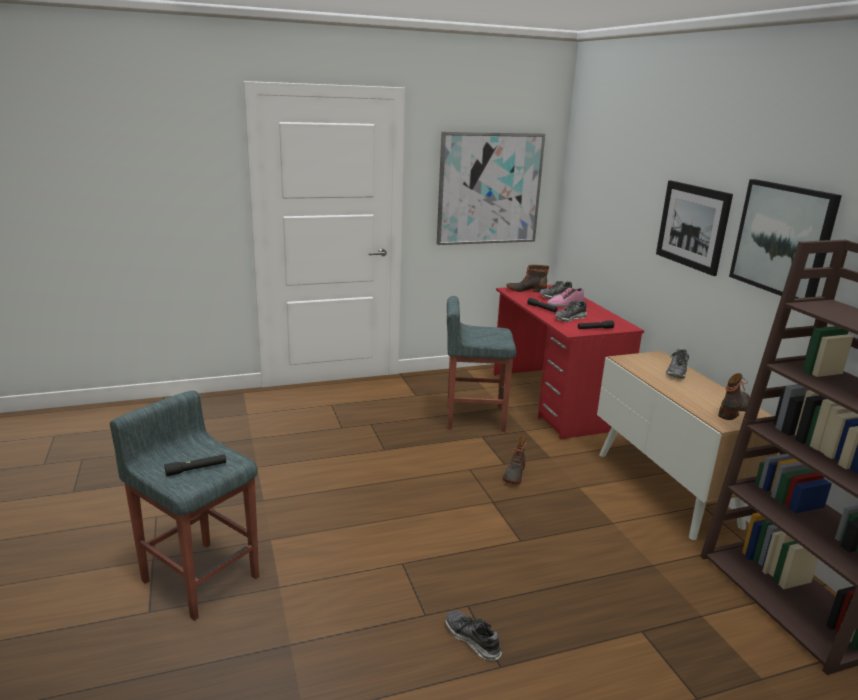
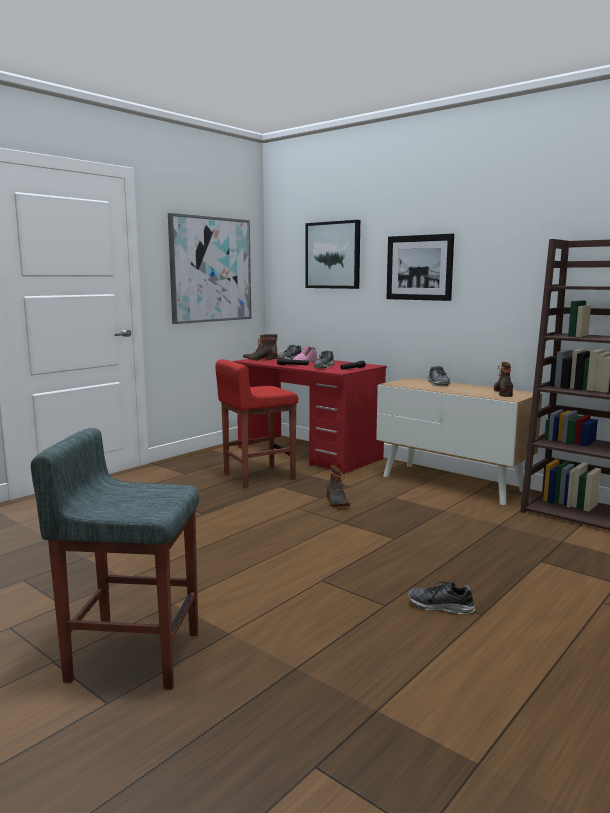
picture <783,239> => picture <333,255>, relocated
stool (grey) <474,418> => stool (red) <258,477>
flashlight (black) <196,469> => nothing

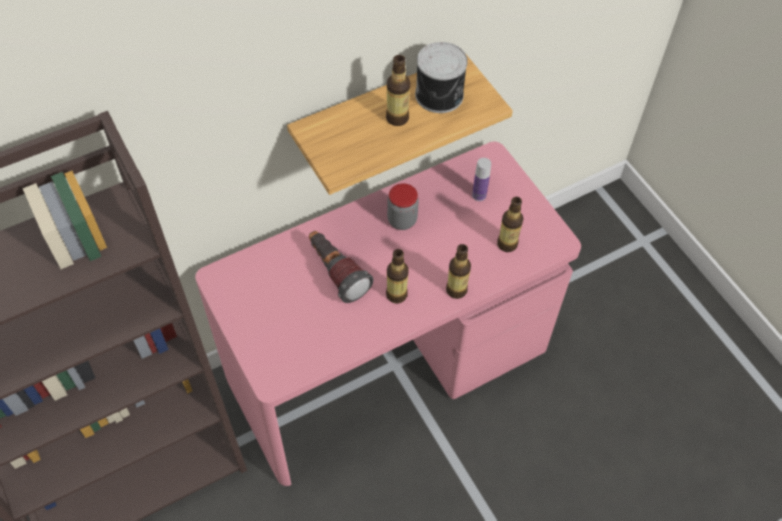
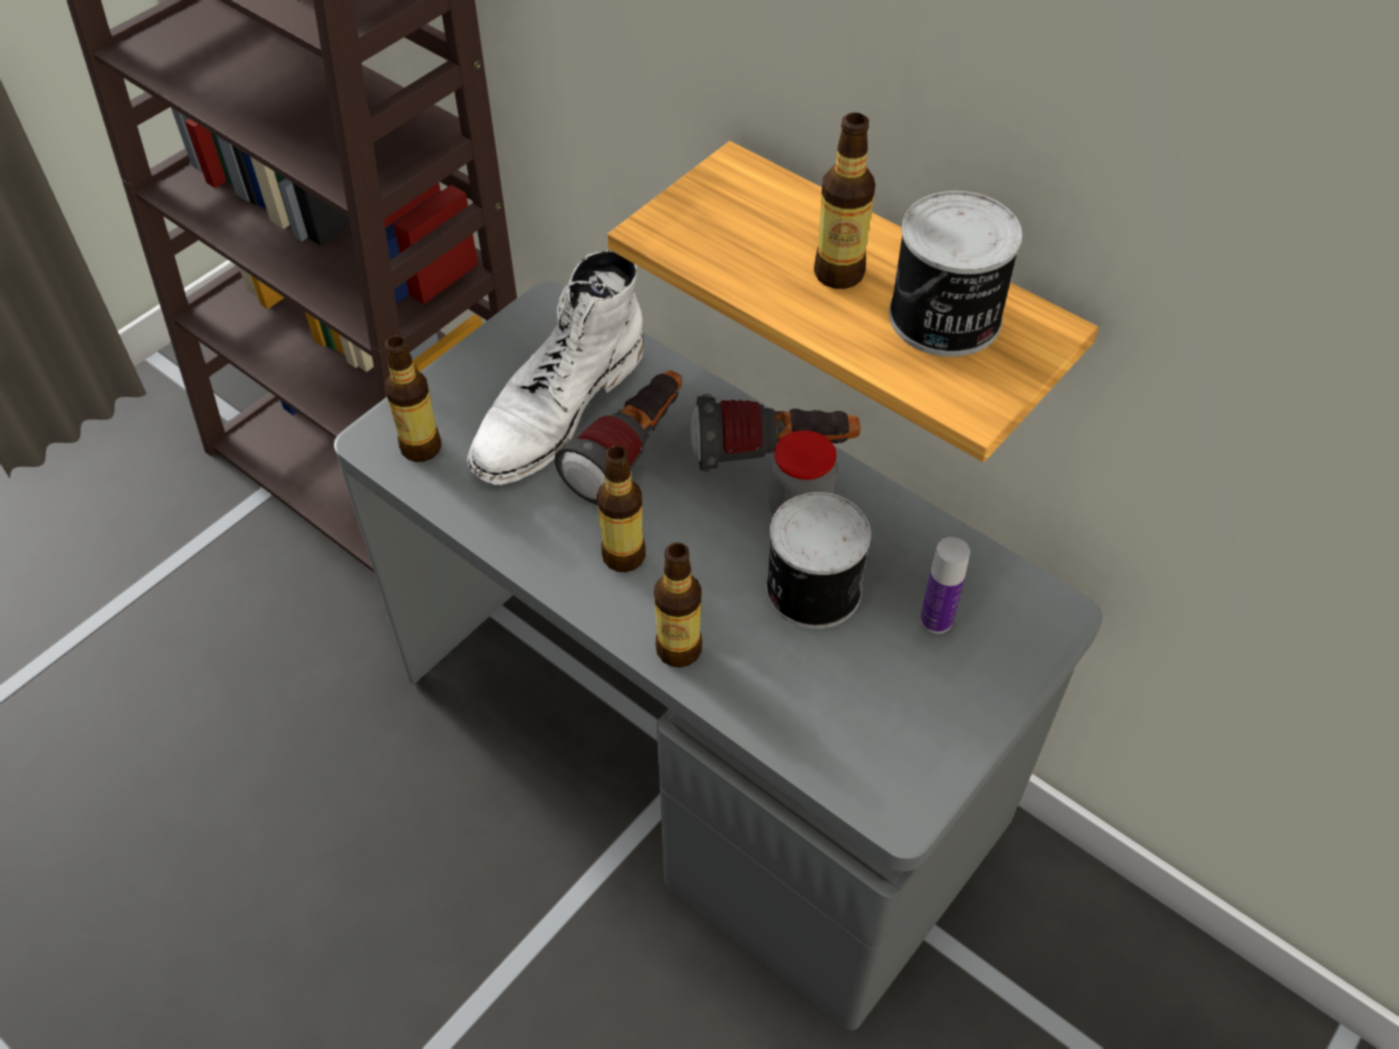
desk (pink) <388,361> => desk (grey) <701,749>
bottle <507,244> => bottle <421,448>, relocated
nothing => boot (white) <557,410>
nothing => flashlight <773,455>
nothing => can <810,588>

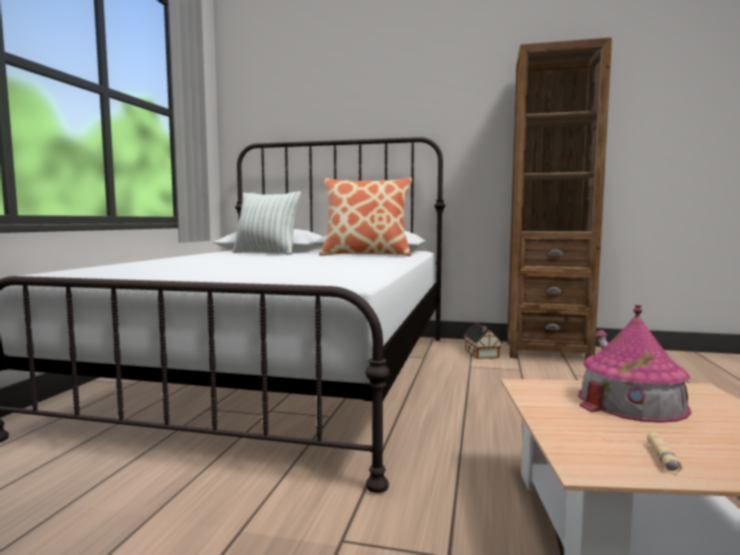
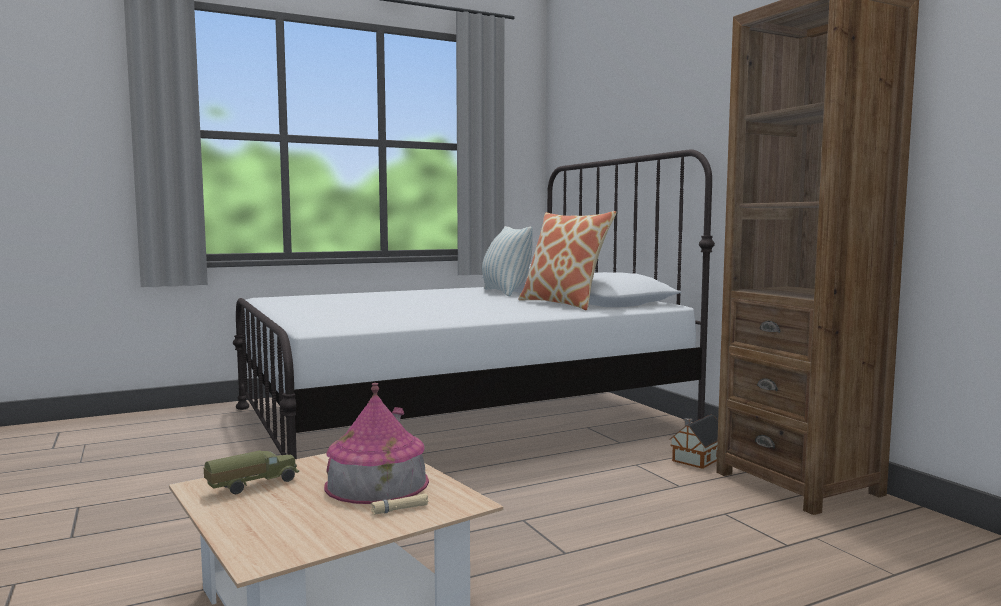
flashlight (beige) <662,458> => flashlight (beige) <399,509>, relocated
nothing => toy truck <252,485>

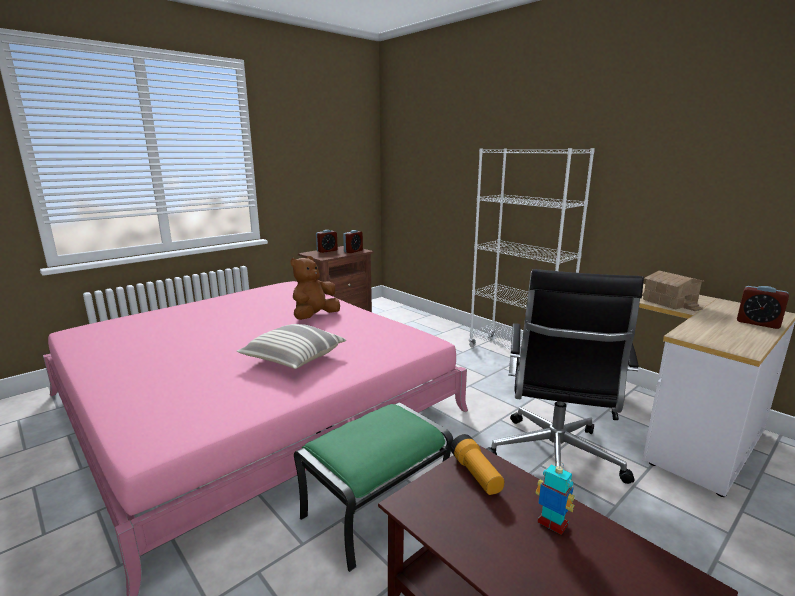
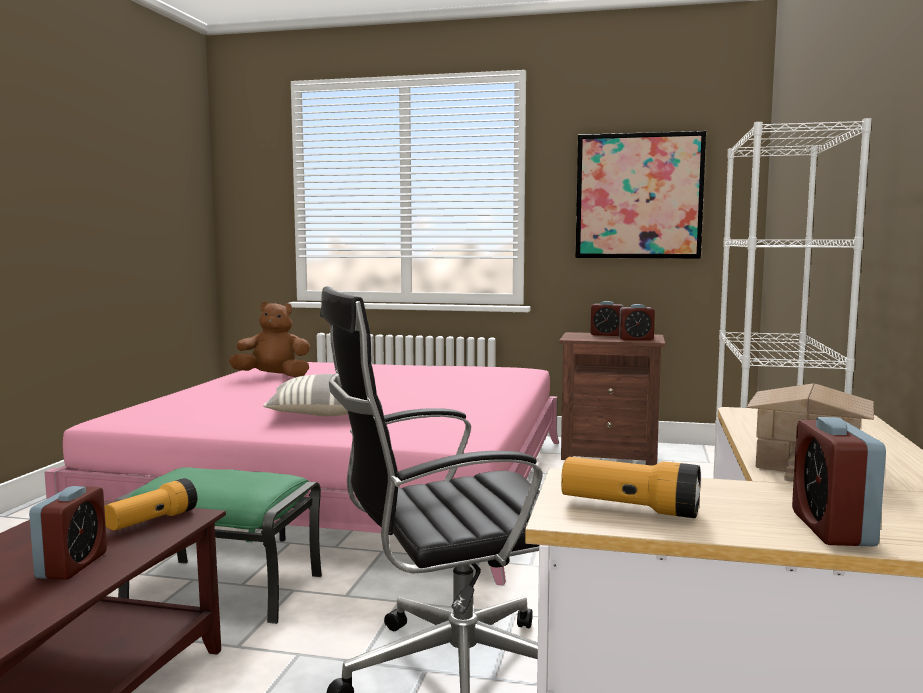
plush toy (brown) <314,317> => plush toy (brown) <273,377>, relocated
toy robot <552,524> => alarm clock <72,565>
nothing => picture <639,196>
nothing => flashlight <629,508>

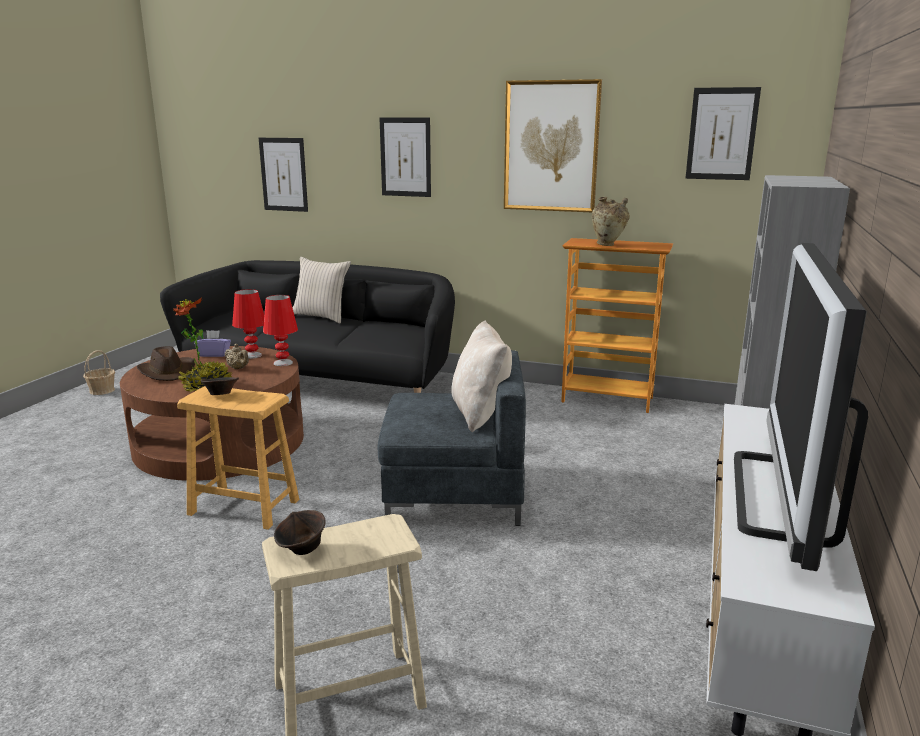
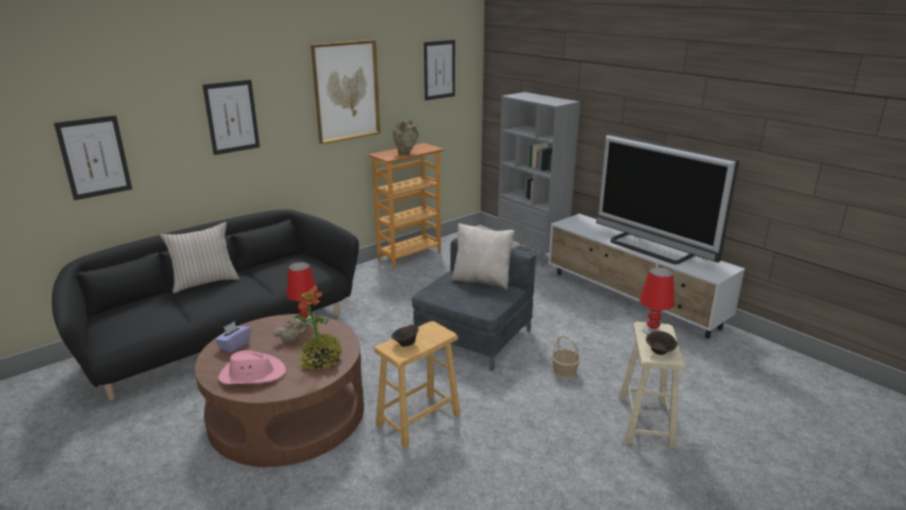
table lamp (red) <252,355> => table lamp (red) <652,331>, relocated
hat (brown) <167,372> => hat (pink) <252,374>
basket <102,390> => basket <564,372>, relocated

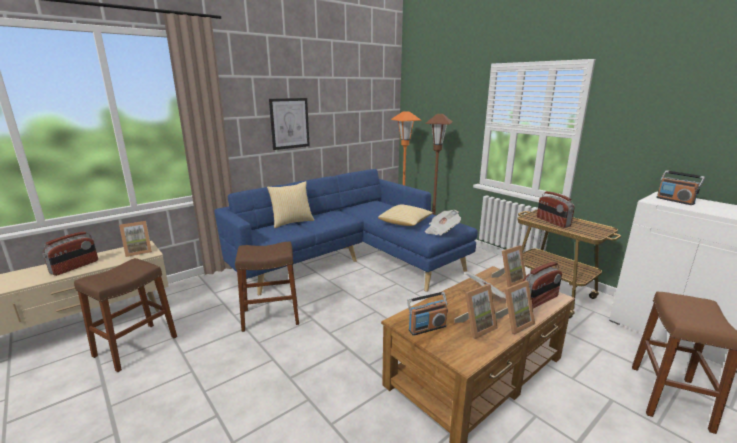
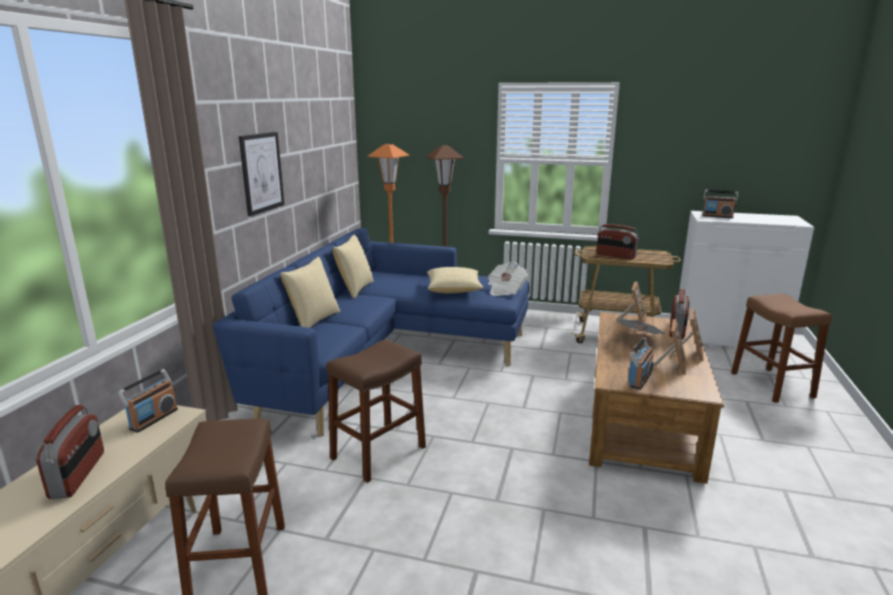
picture frame <138,252> => radio <153,419>
nothing => pillow <354,289>

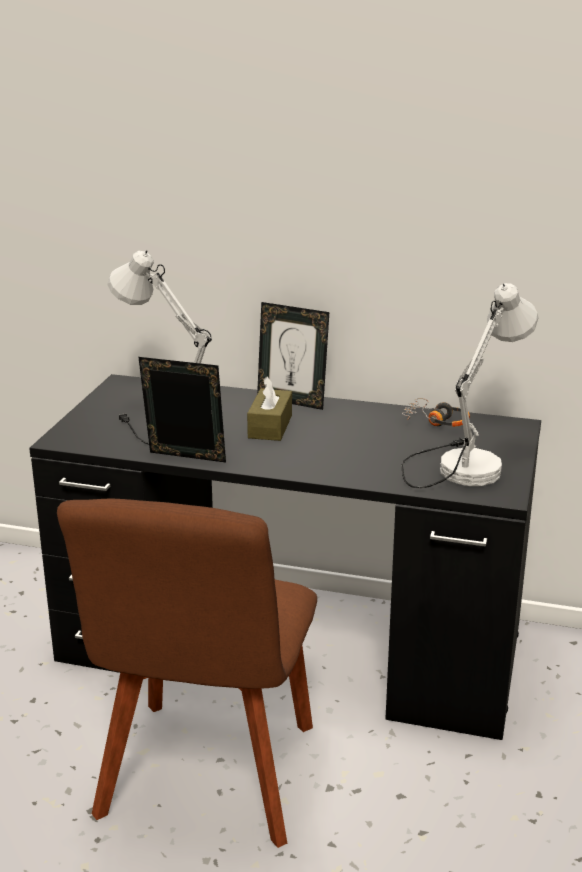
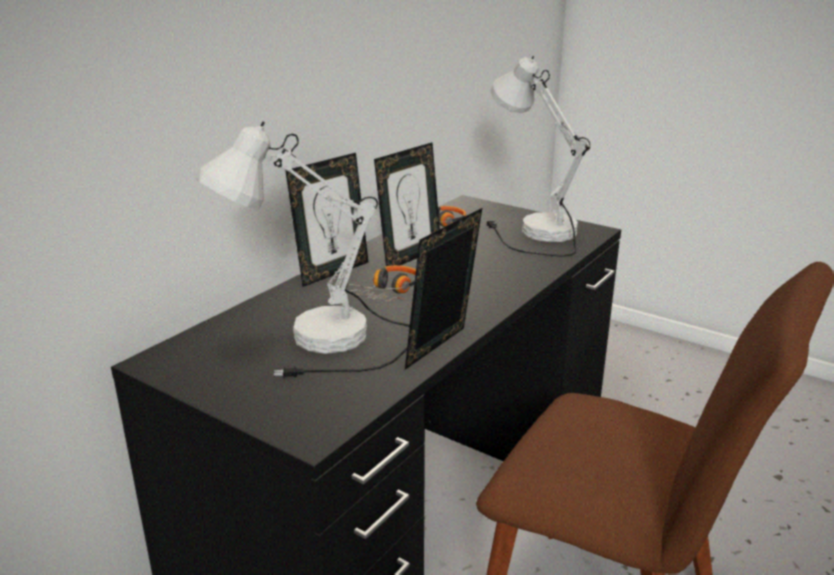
tissue box (brown) <270,426> => headphones <388,292>
nothing => picture frame <409,257>

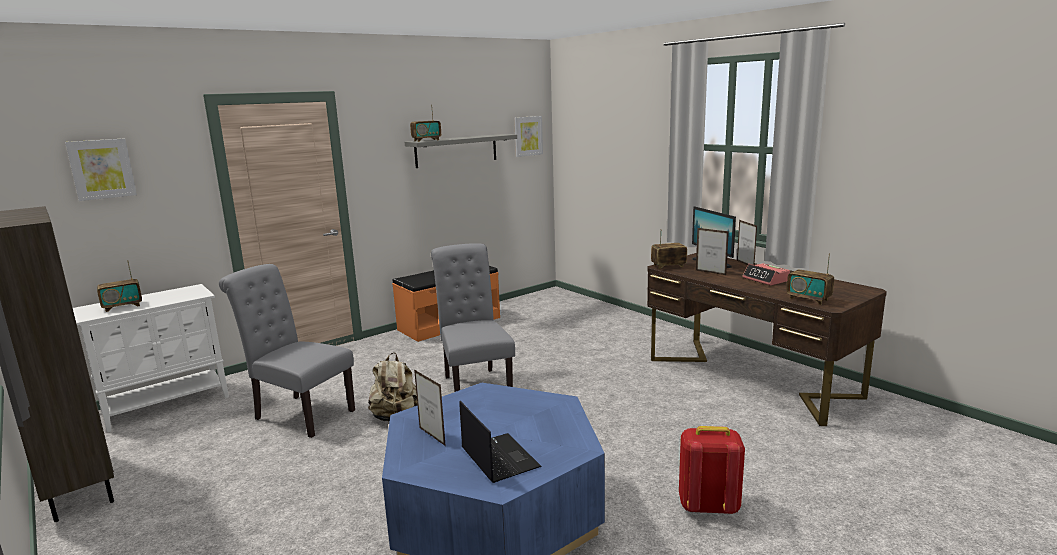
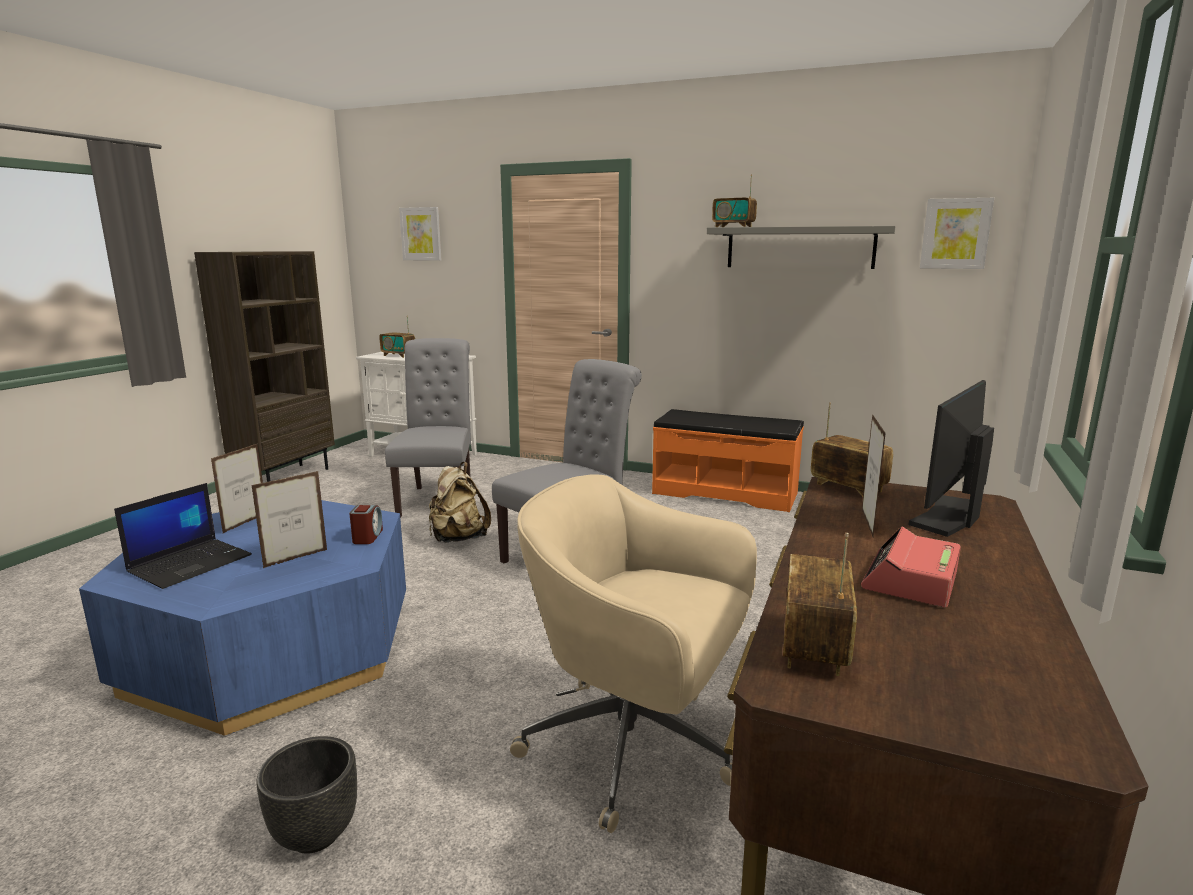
picture frame <745,264> => picture frame <295,558>, relocated
backpack (red) <708,506> => planter (black) <314,835>
nothing => office chair (beige) <634,748>
nothing => alarm clock <367,537>

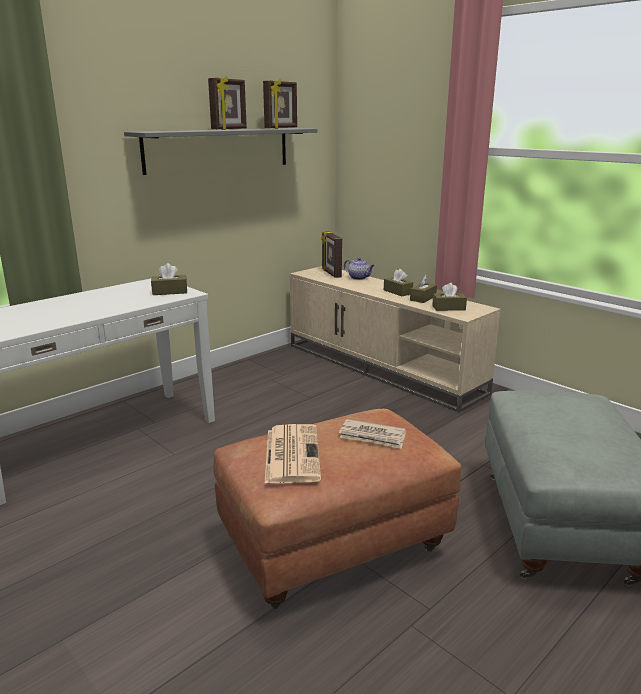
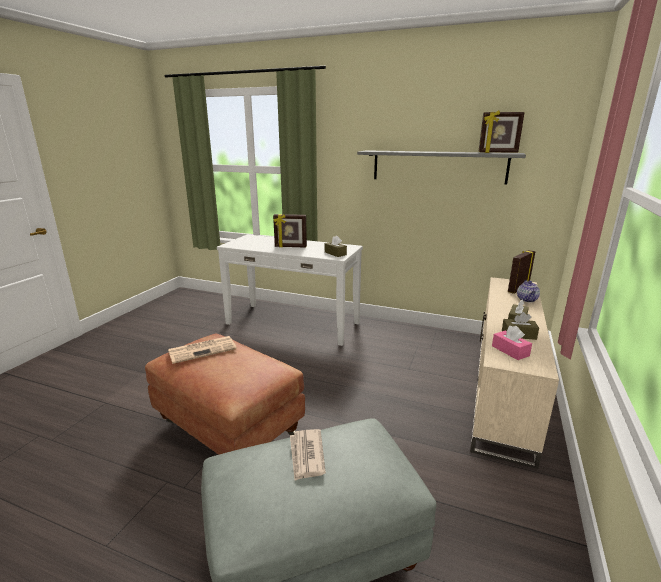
picture frame <230,129> => picture frame <290,247>, relocated
tissue box (brown) <448,308> => tissue box (pink) <510,351>
newspaper <372,436> => newspaper <306,455>, relocated

